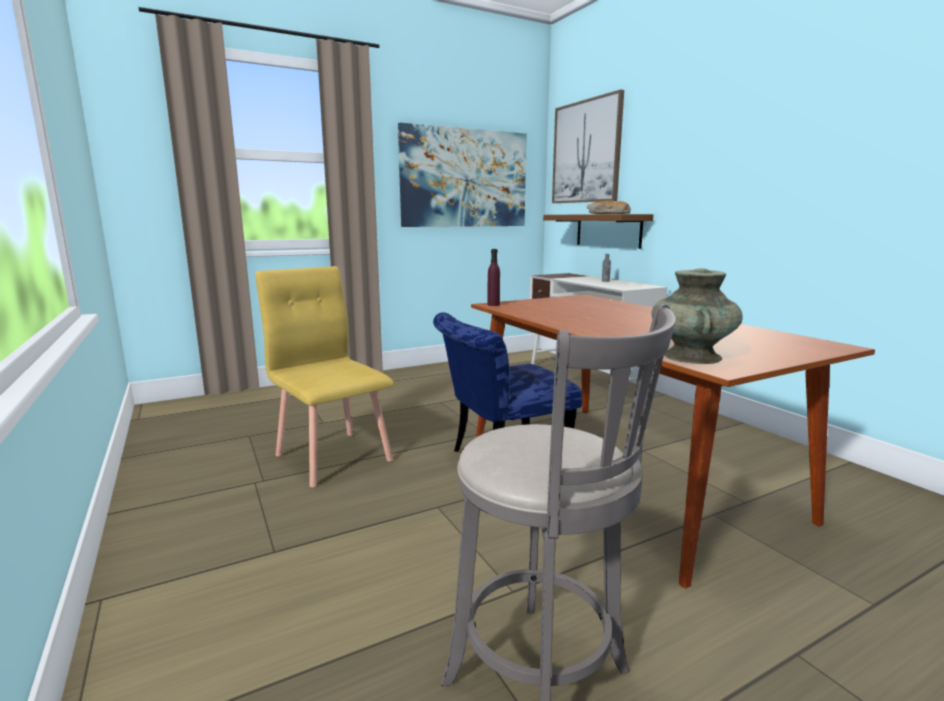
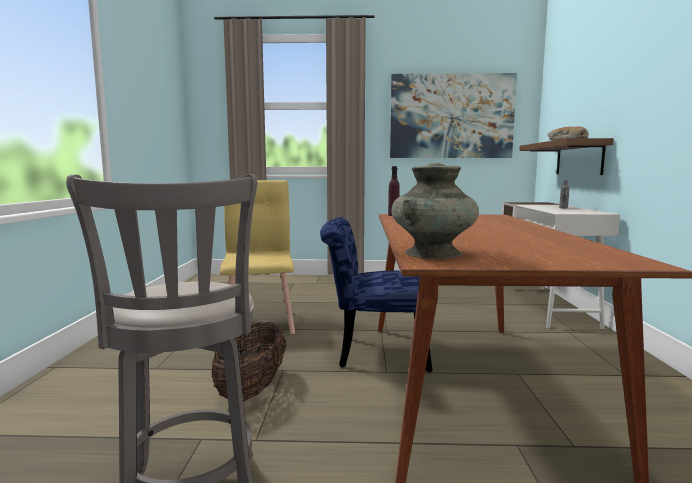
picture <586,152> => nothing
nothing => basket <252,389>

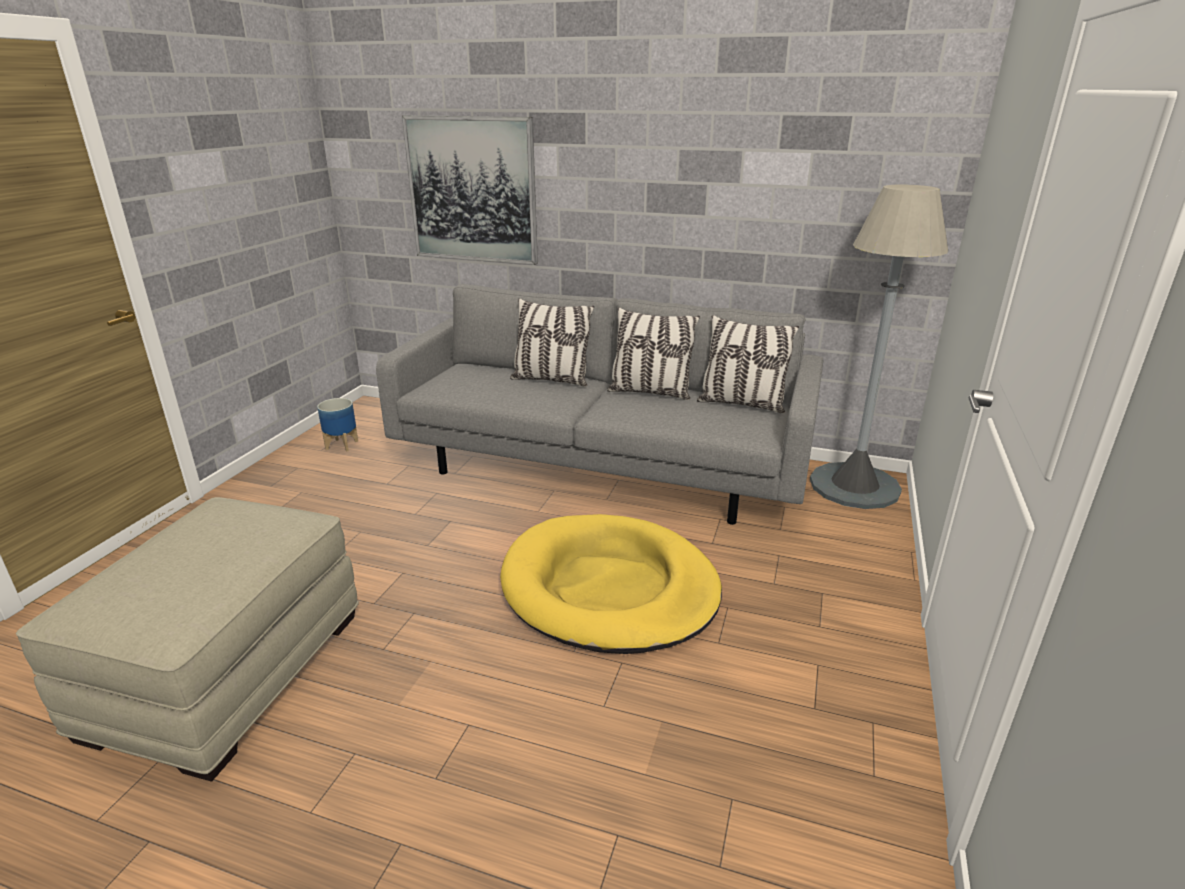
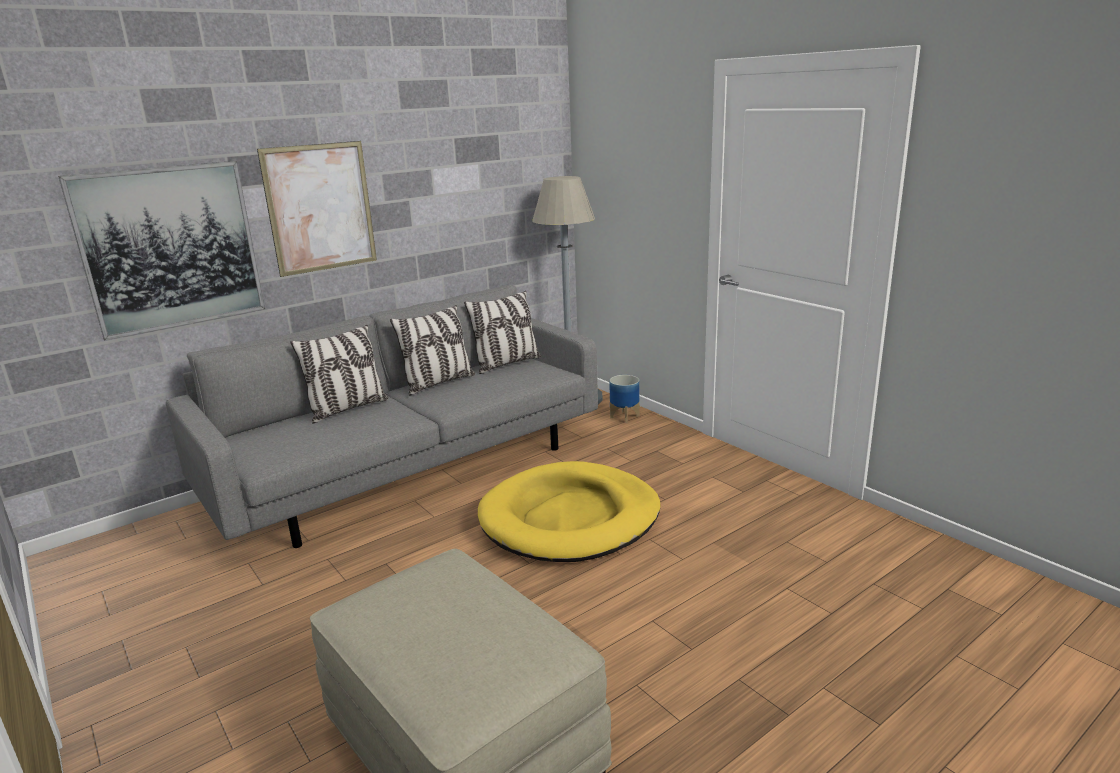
planter <342,445> => planter <624,417>, relocated
nothing => picture <320,208>

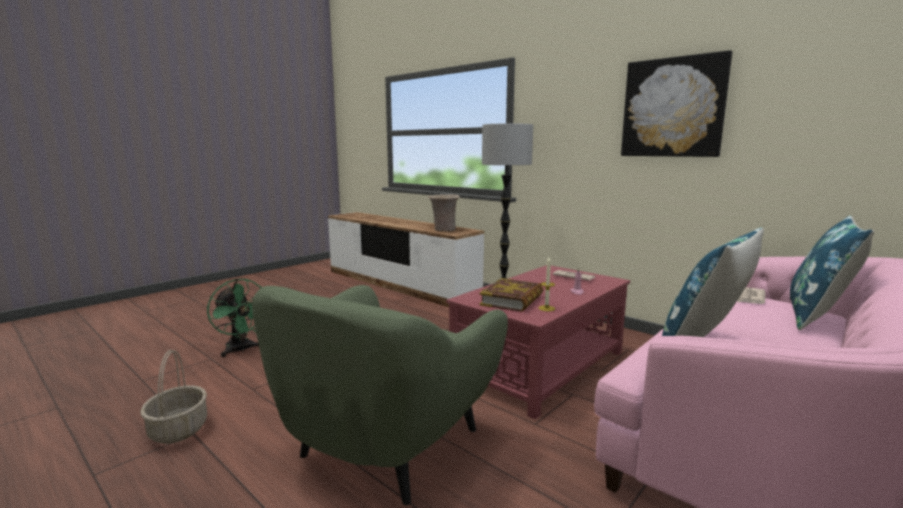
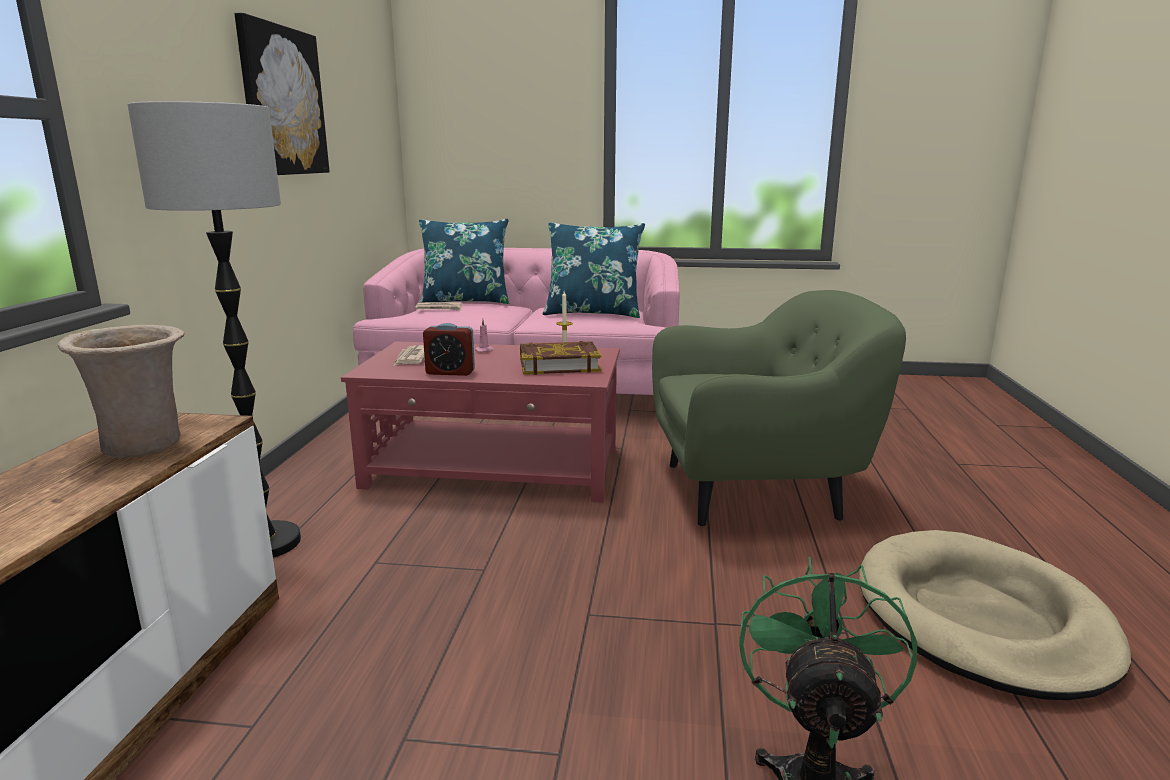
basket <178,429> => dog bed (beige) <981,619>
nothing => alarm clock <450,372>

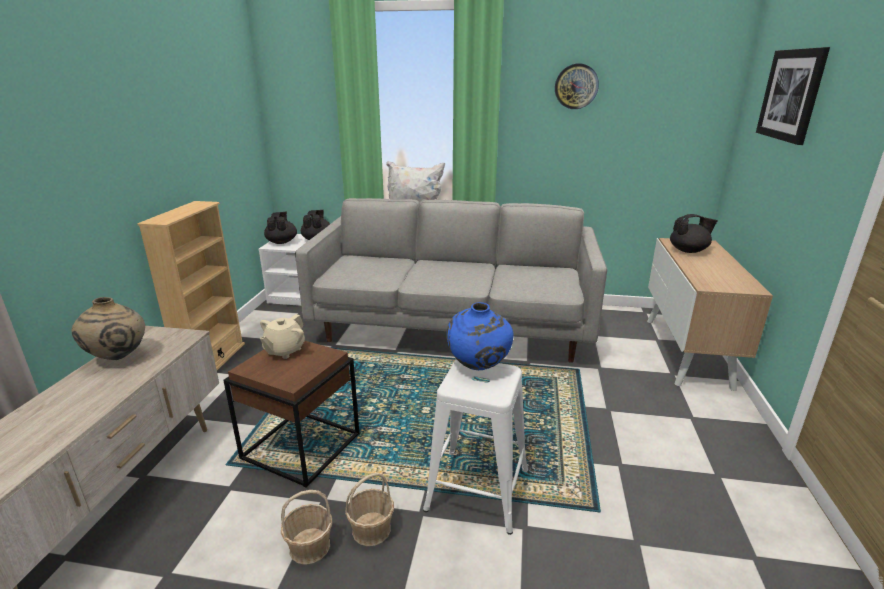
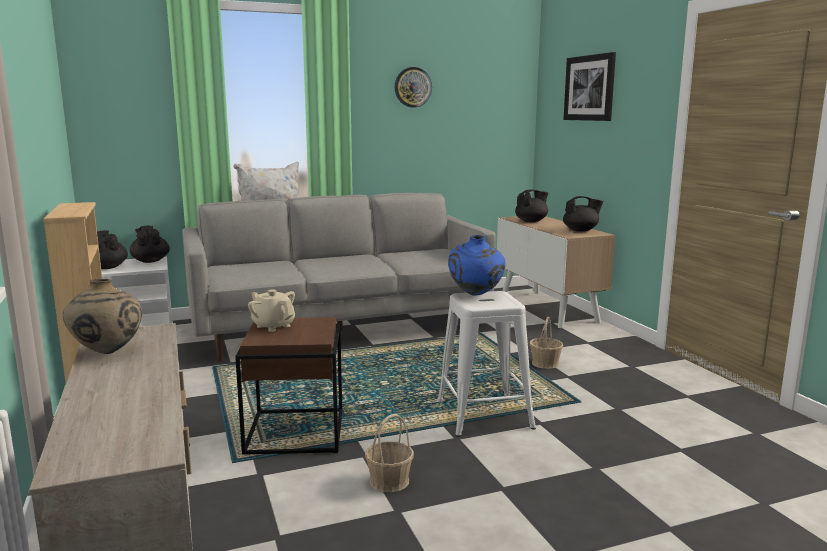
teapot (beige) <284,351> => teapot (beige) <273,326>, 135 degrees clockwise
basket <372,529> => basket <545,363>, relocated
nothing => teapot (black) <581,230>

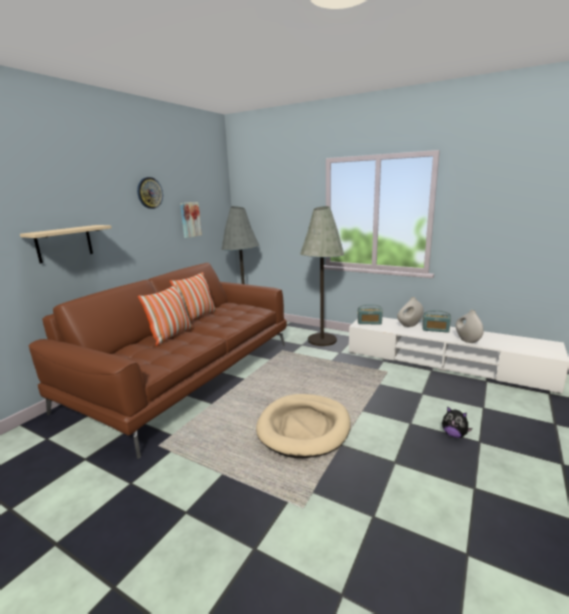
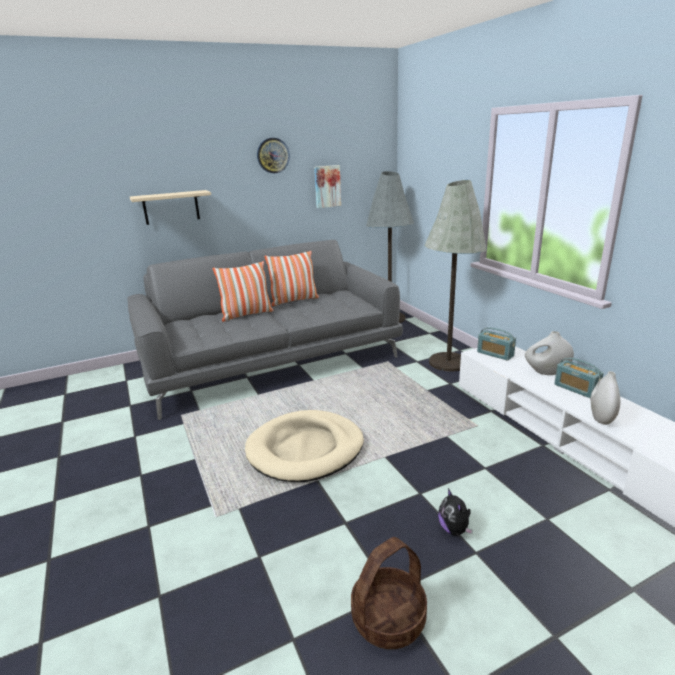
sofa (brown) <187,374> => sofa (grey) <271,359>
nothing => basket <388,619>

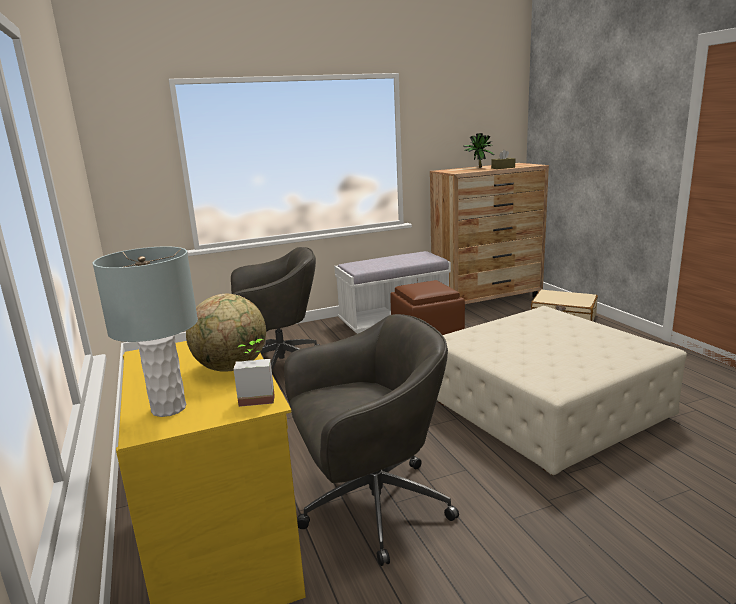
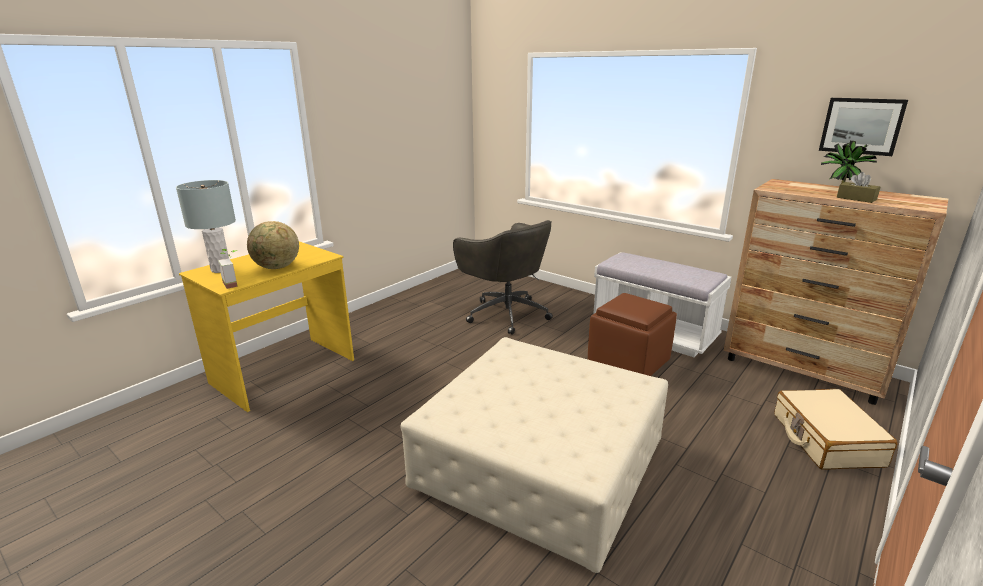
office chair (grey) <371,507> => nothing
nothing => picture <861,126>

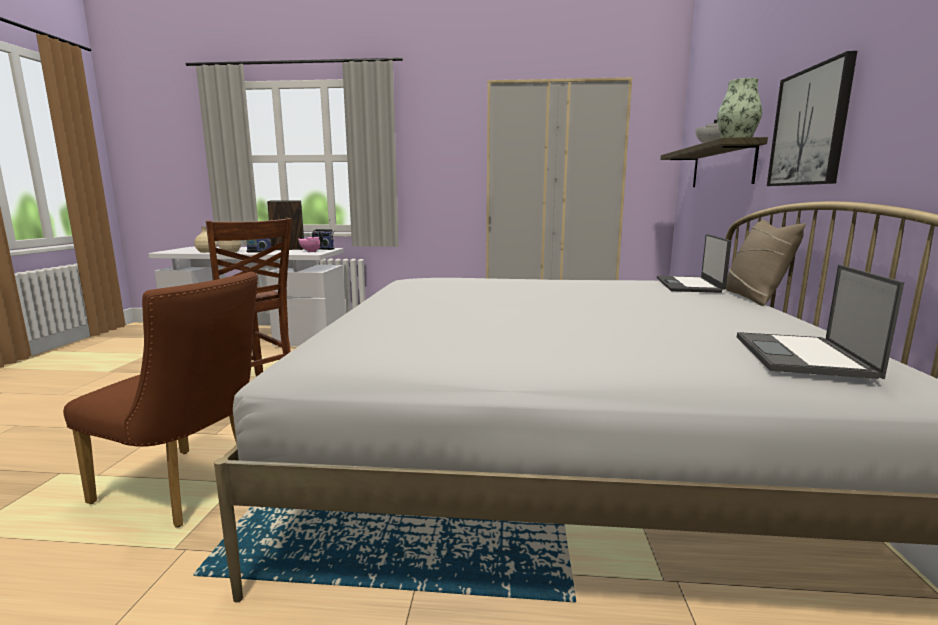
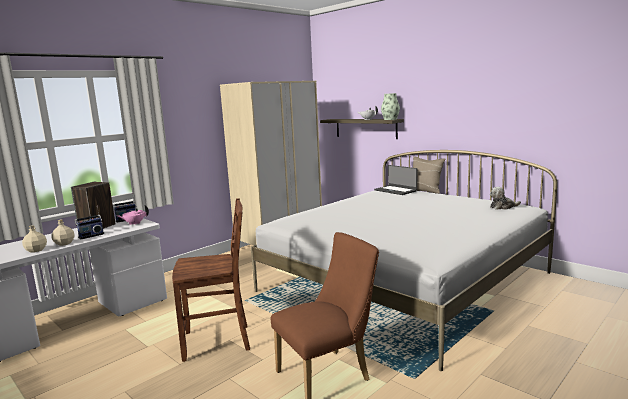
picture <810,127> => nothing
laptop <803,356> => plush toy <503,207>

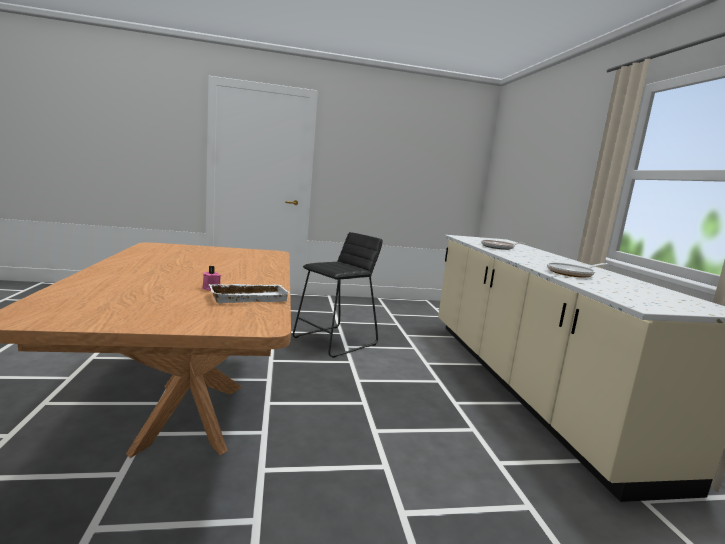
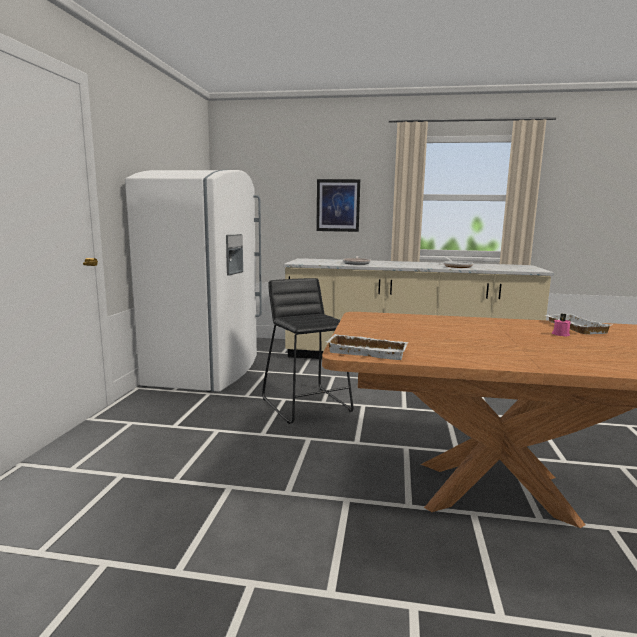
nothing => fridge (white) <206,371>
nothing => picture <338,205>
nothing => tray (white) <368,351>

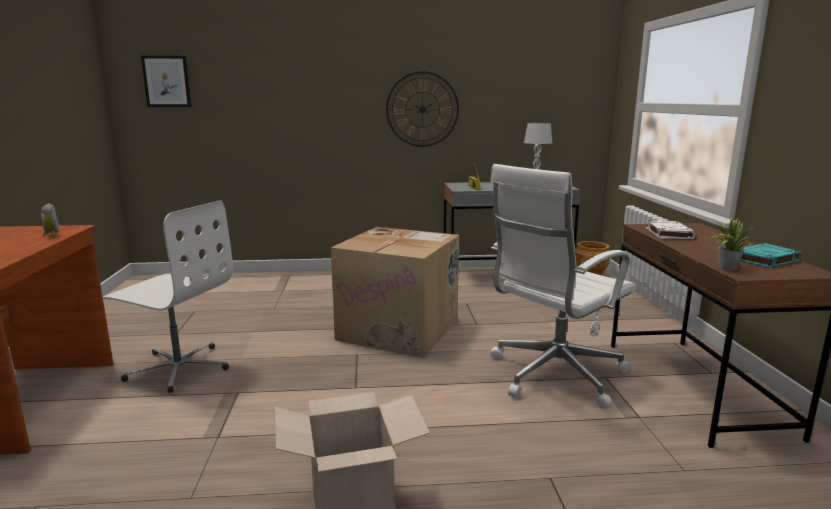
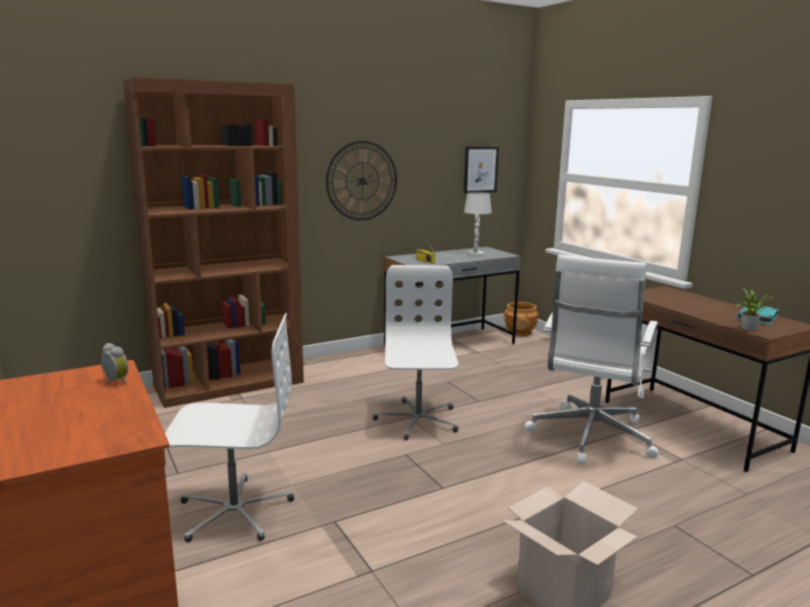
picture <167,81> => picture <480,169>, relocated
book (white) <668,233> => nothing
cardboard box <400,329> => office chair (white) <417,420>
nothing => bookcase (brown) <230,384>

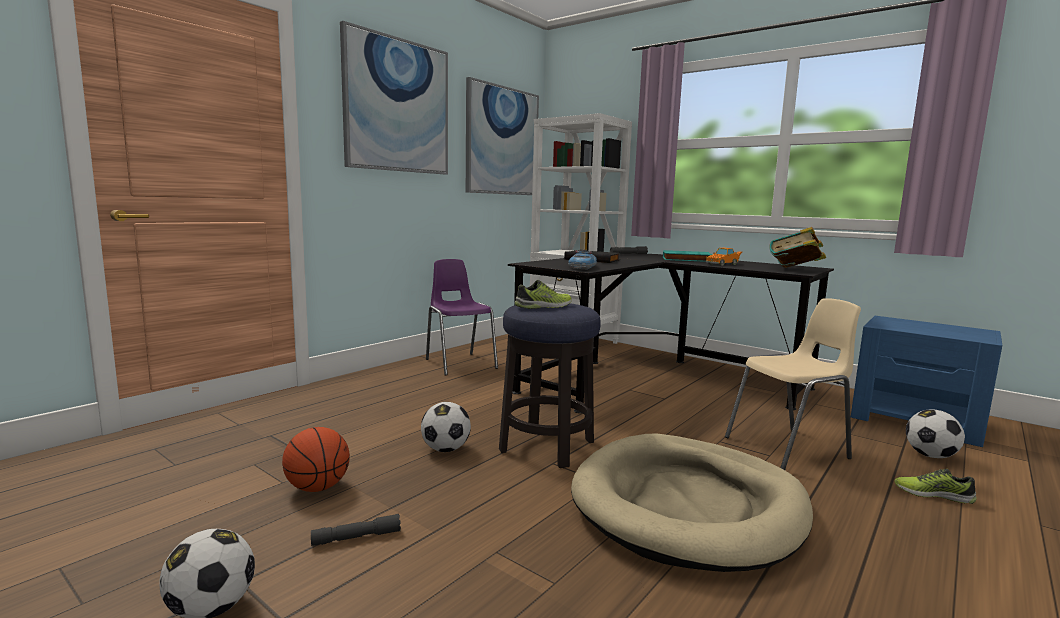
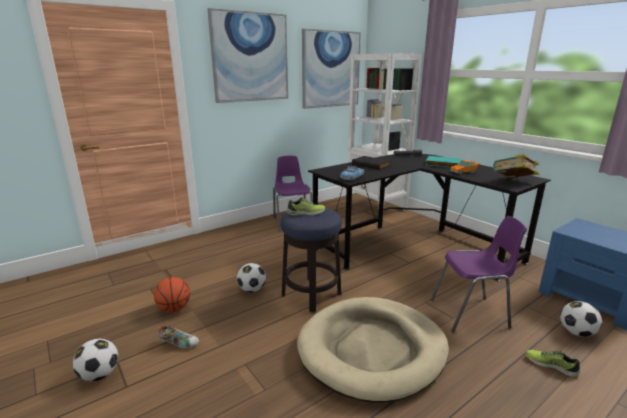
chair (beige) <789,448> => chair (purple) <471,314>
flashlight (grey) <356,537> => shoe <179,344>

